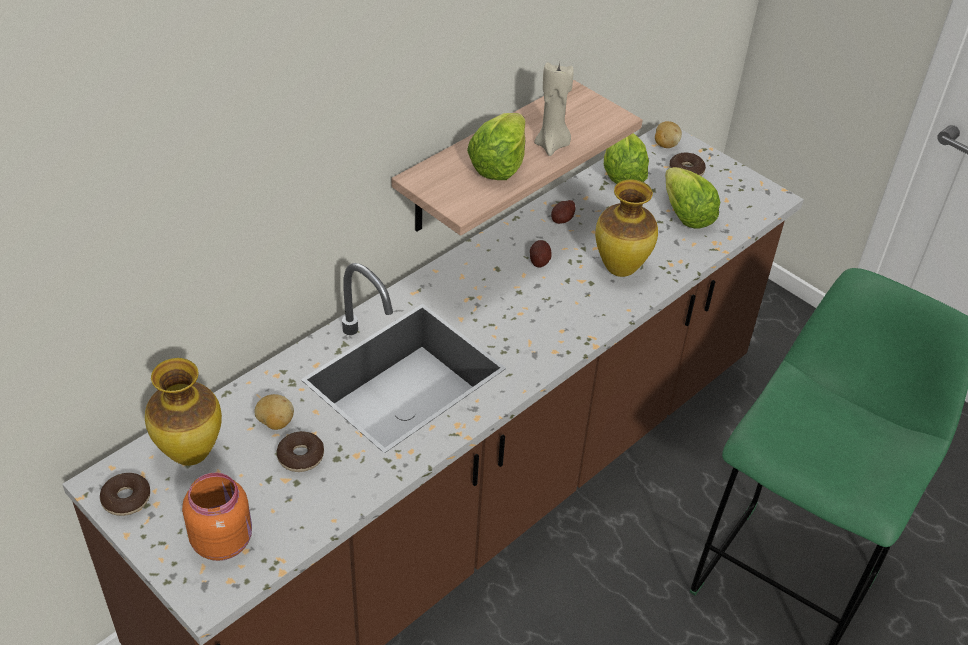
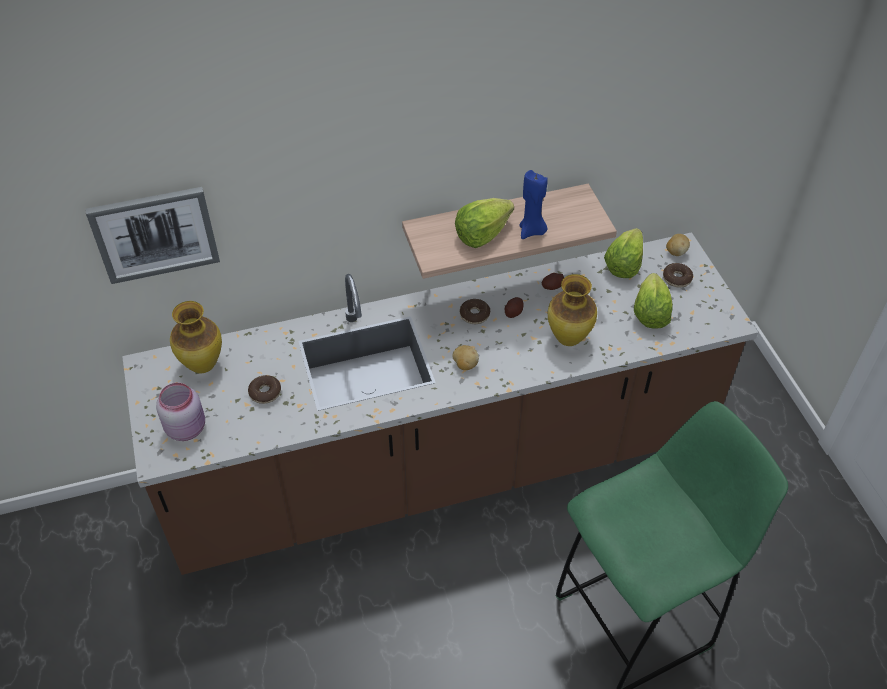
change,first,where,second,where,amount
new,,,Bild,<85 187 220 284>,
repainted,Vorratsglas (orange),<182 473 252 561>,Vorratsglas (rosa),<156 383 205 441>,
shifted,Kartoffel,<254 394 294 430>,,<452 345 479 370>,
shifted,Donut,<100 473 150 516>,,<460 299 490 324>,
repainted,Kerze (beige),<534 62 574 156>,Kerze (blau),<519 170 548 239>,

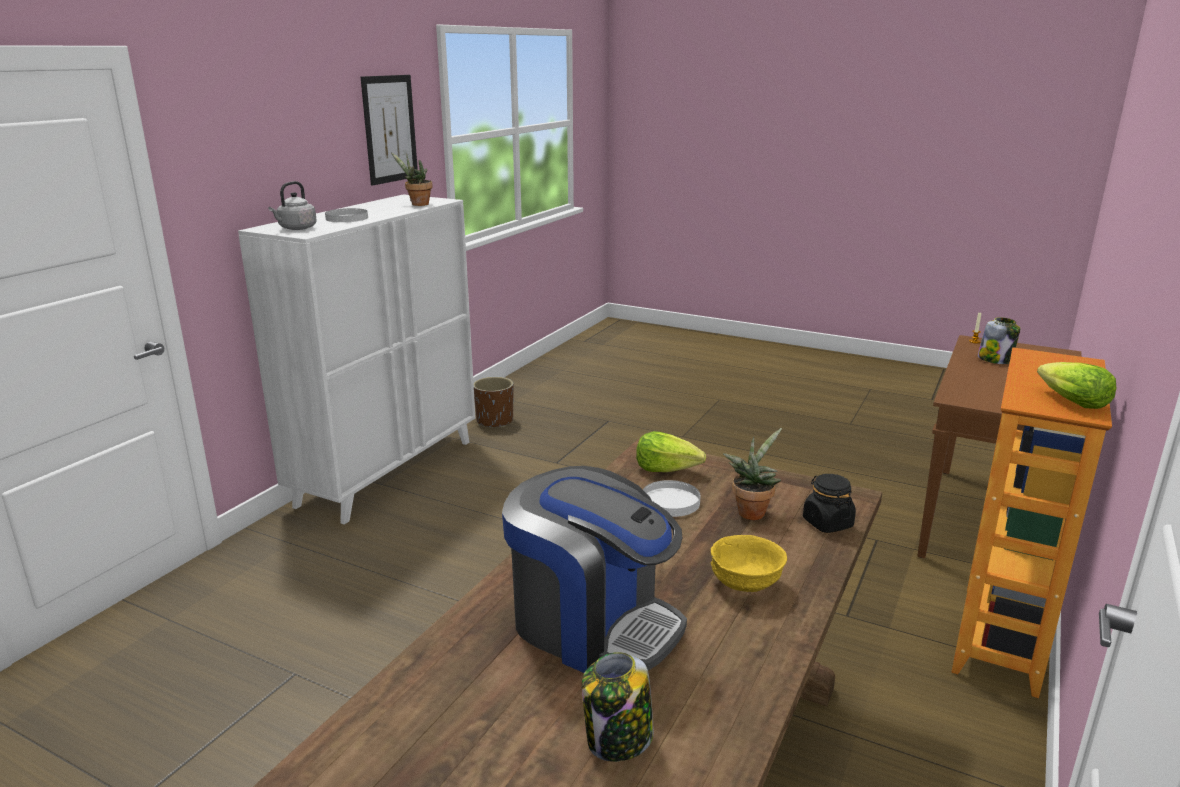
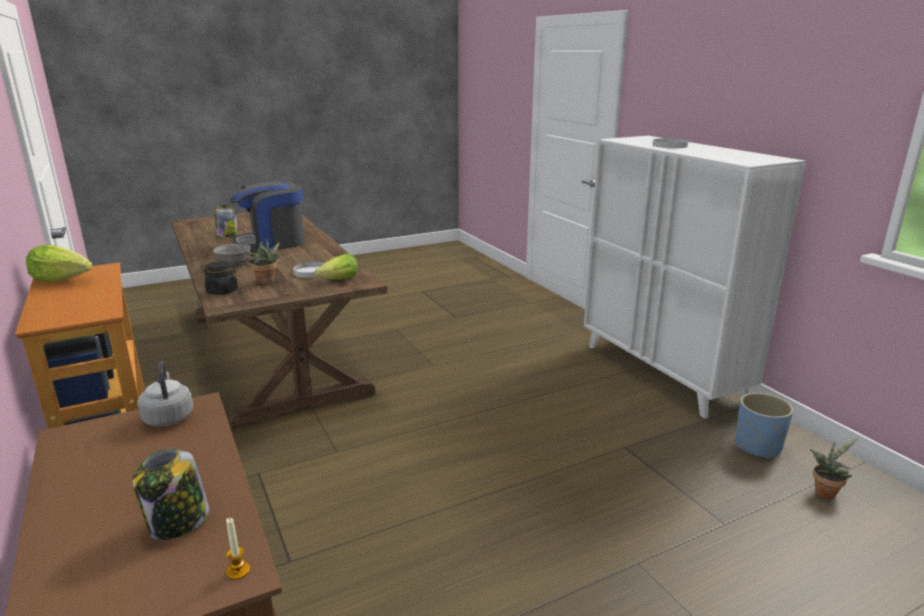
change,first,where,second,where,amount
shifted,Wasserkessel (grau),<268 181 317 230>,,<137 361 193 427>,
repainted,Schüssel (gelb),<711 535 787 592>,Schüssel (grau),<213 244 251 267>,
repainted,Pflanzkübel (braun),<474 377 513 427>,Pflanzkübel (blau),<735 393 793 459>,
shifted,Topfpflanze,<391 152 433 206>,,<809 438 858 499>,
gone,Bild,<361 75 418 186>,,,

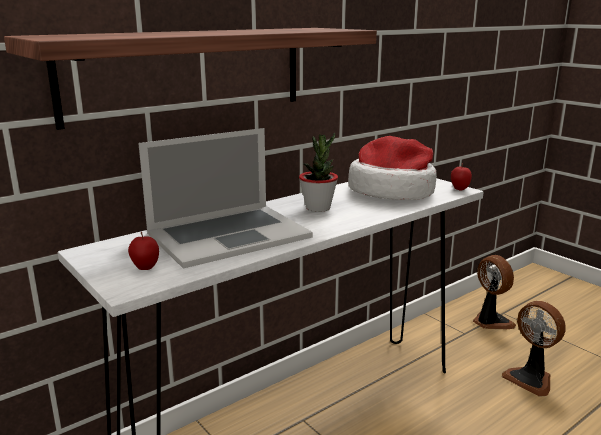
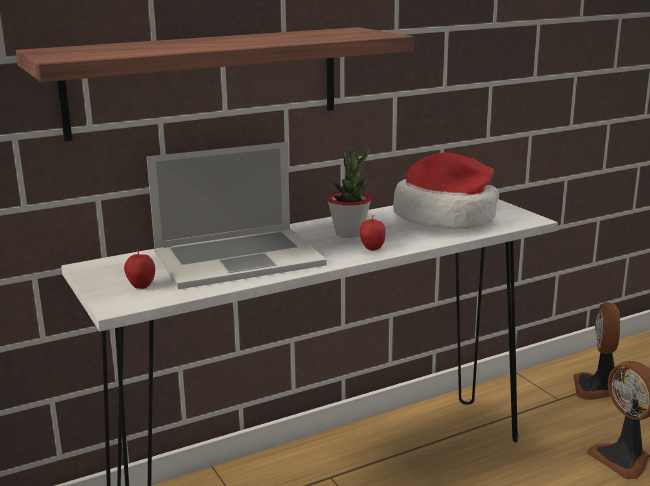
change,first,where,second,where,amount
shifted,Apfel,<451 163 472 191>,,<360 215 386 251>,
rotated,Ventilator,<473 255 516 329>,,<573 302 620 400>,150 degrees counterclockwise

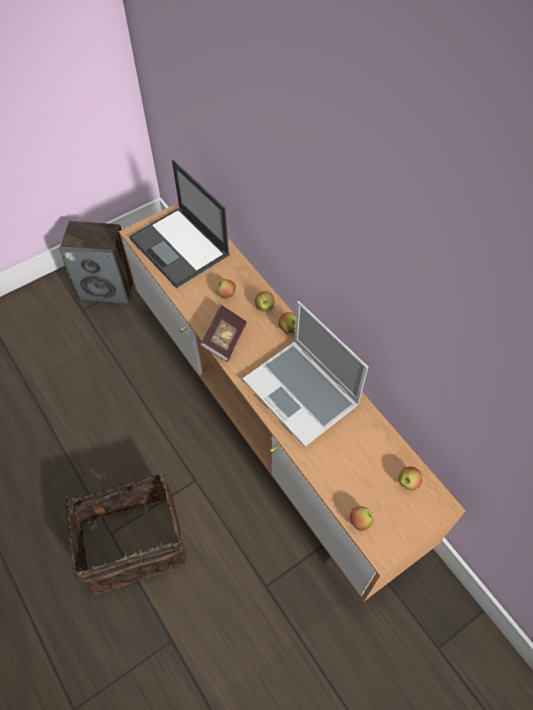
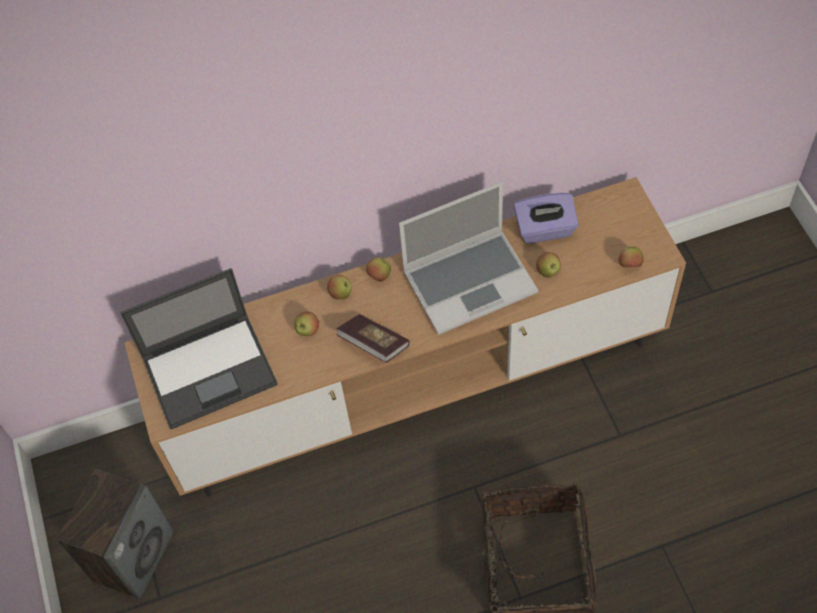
change,first,where,second,where,amount
new,,,Taschentuchbox (lila),<514 193 579 244>,
shifted,Apfel,<399 466 423 490>,,<536 252 561 278>,

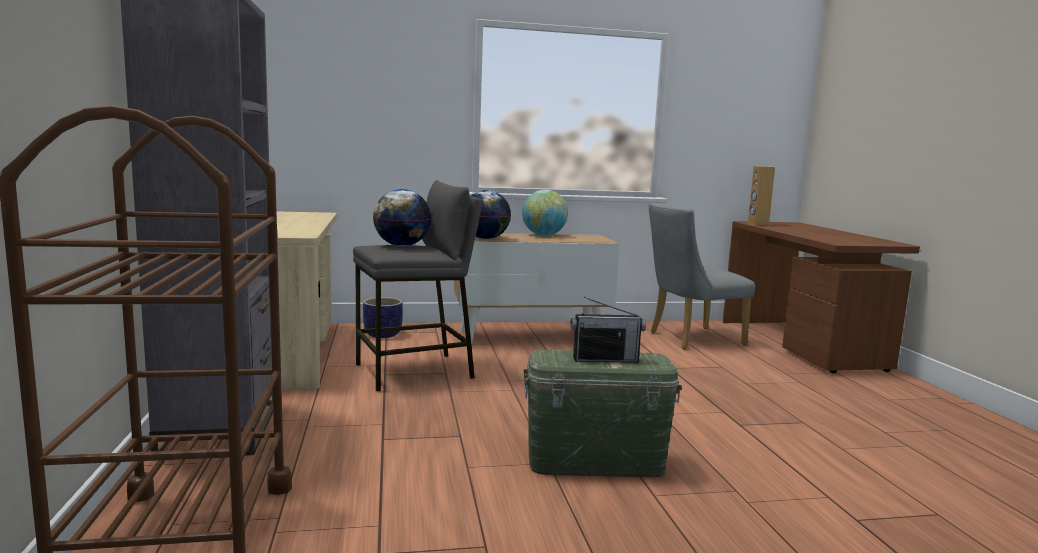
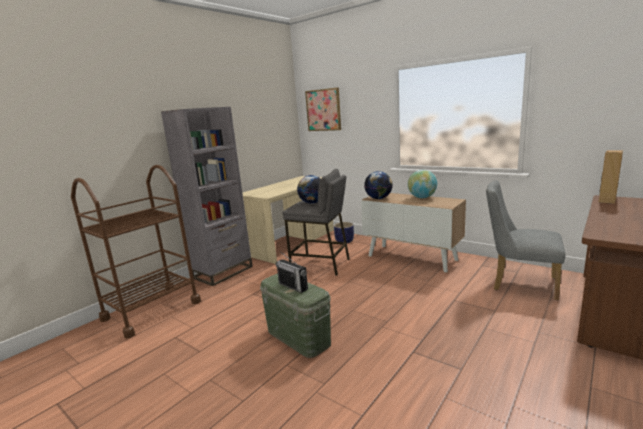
change,first,where,second,where,amount
new,,,Bild,<305 88 341 131>,

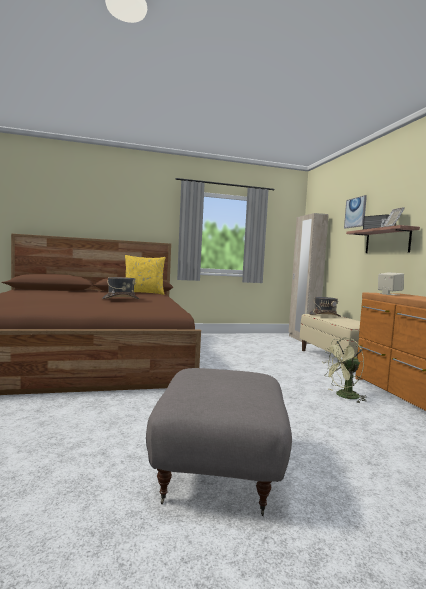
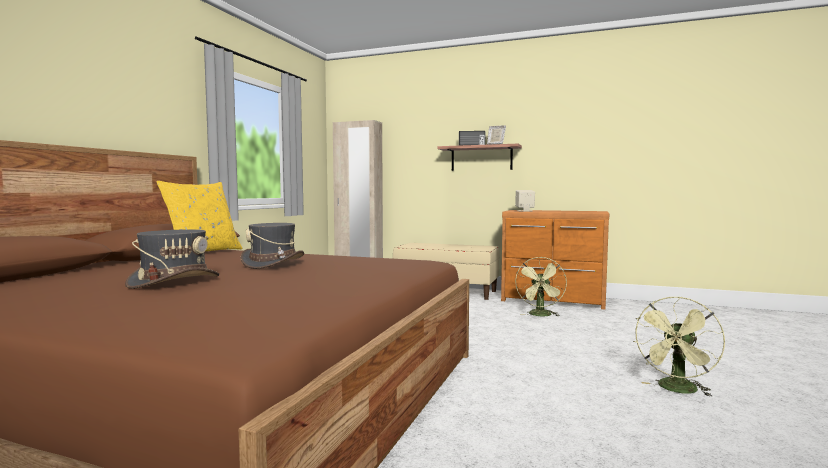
change,first,where,second,where,amount
shifted,Hut (grau),<309 297 341 317>,,<125 229 220 289>,
swapped,Polsterhocker (grau),<146 368 292 516>,Ventilator (grün),<633 297 725 397>,
gone,Bild,<344 195 367 228>,,,

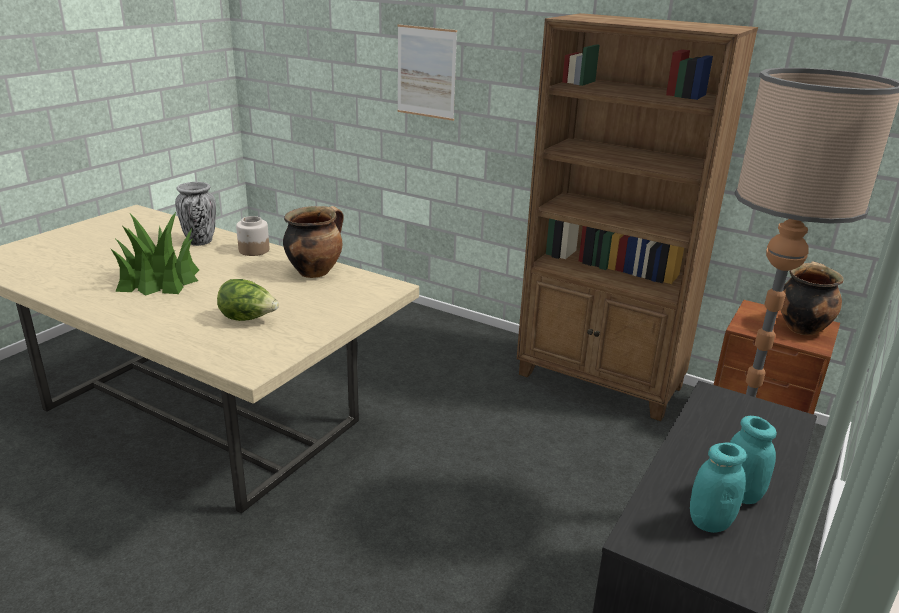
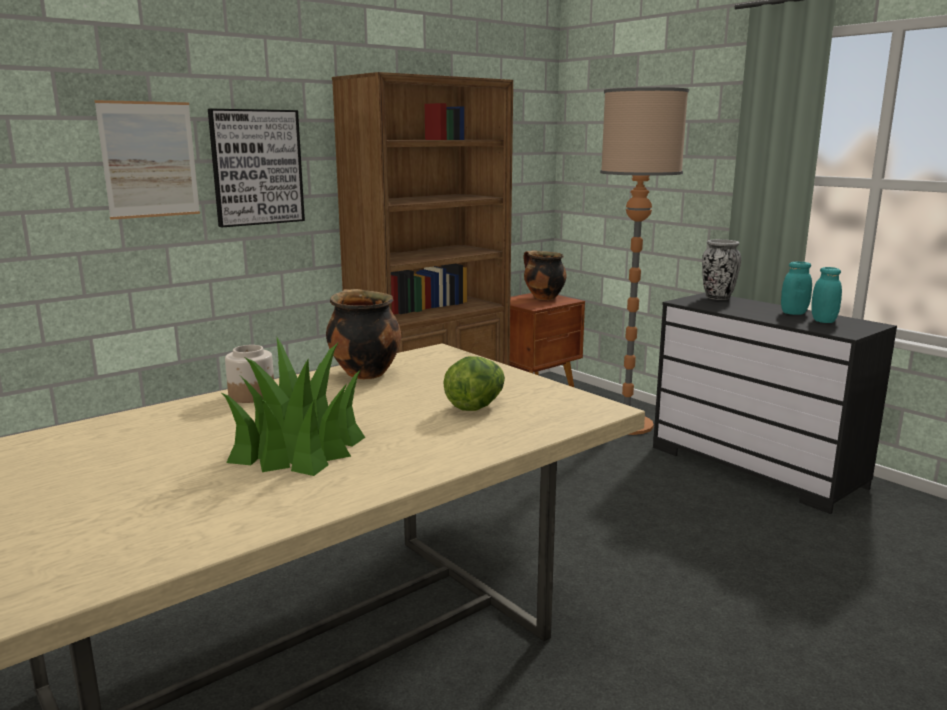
change,first,where,second,where,amount
new,,,Bild,<208 109 305 227>,
shifted,Vase,<175 182 216 246>,,<702 239 741 300>,

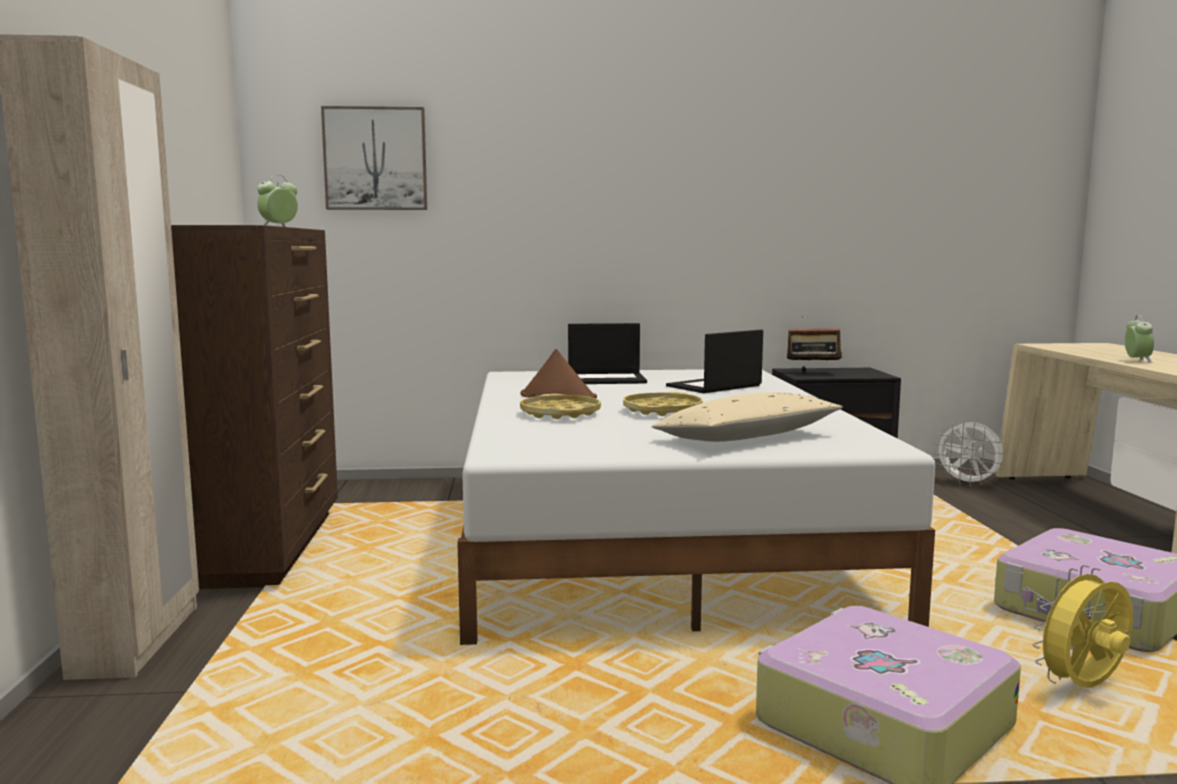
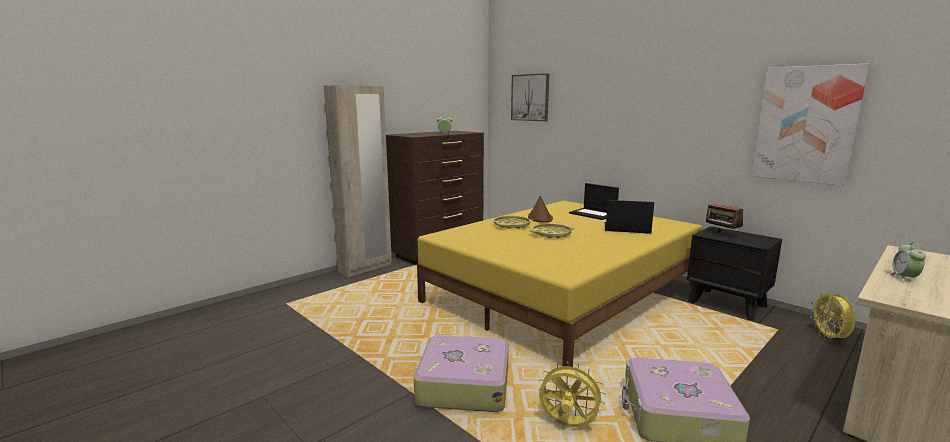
change,first,where,second,where,amount
repainted,Bett (weiß),<457 369 935 645>,Bett (gelb),<417 201 702 367>,
new,,,Bild,<752 64 869 186>,
repainted,Ventilator (weiß),<934 420 1004 486>,Ventilator (gelb),<810 291 855 341>,
rotated,Wecker,<1125 315 1154 363>,,<889 242 926 283>,135 degrees clockwise
gone,Kissen (beige),<651 392 843 442>,,,

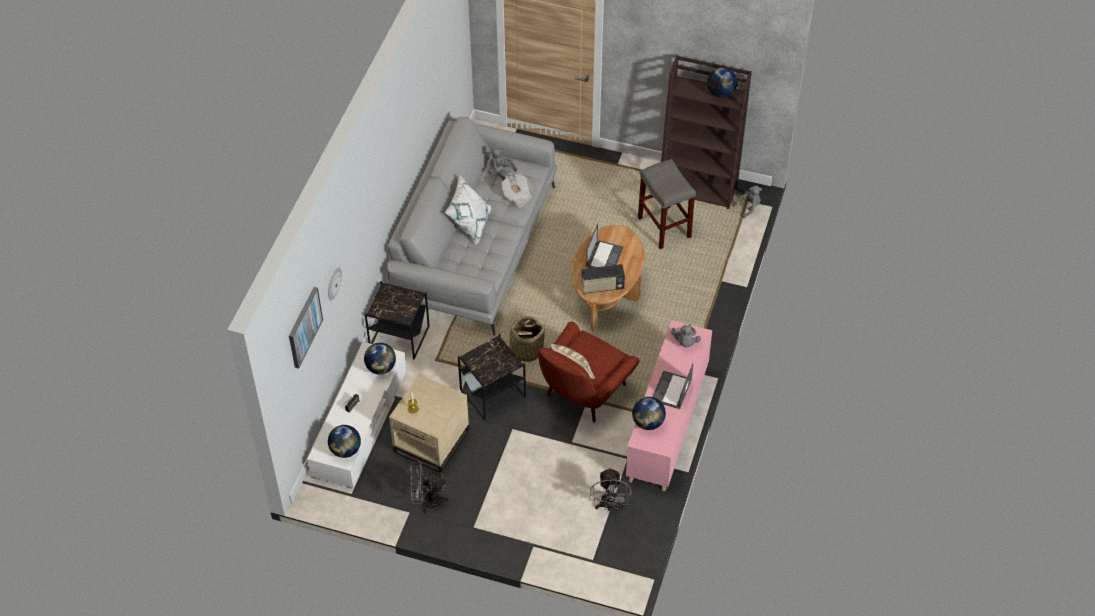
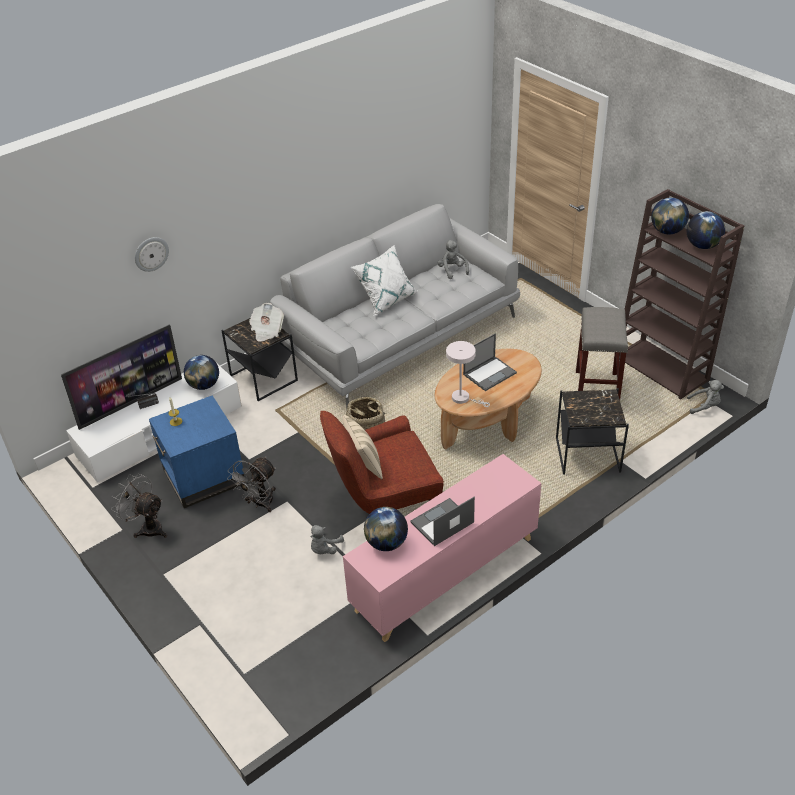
change,first,where,second,where,amount
new,,,Fernseher,<61 324 182 430>,
repainted,Beistelltisch (beige),<389 374 469 473>,Beistelltisch (blau),<149 395 245 508>,
shifted,Ventilator (grau),<590 467 631 511>,,<227 457 276 512>,
shifted,Zeitung,<502 173 533 208>,,<249 303 284 342>,
shifted,Plüschtier (grau),<671 324 701 347>,,<311 525 344 554>,
swapped,Radio,<582 264 625 294>,Tischlampe (weiß),<446 341 490 407>,
shifted,Beistelltisch (schwarz),<458 334 526 420>,,<556 388 629 475>,
shifted,Globus,<328 425 361 458>,,<651 197 689 235>,
gone,Bild,<289 287 323 369>,,,

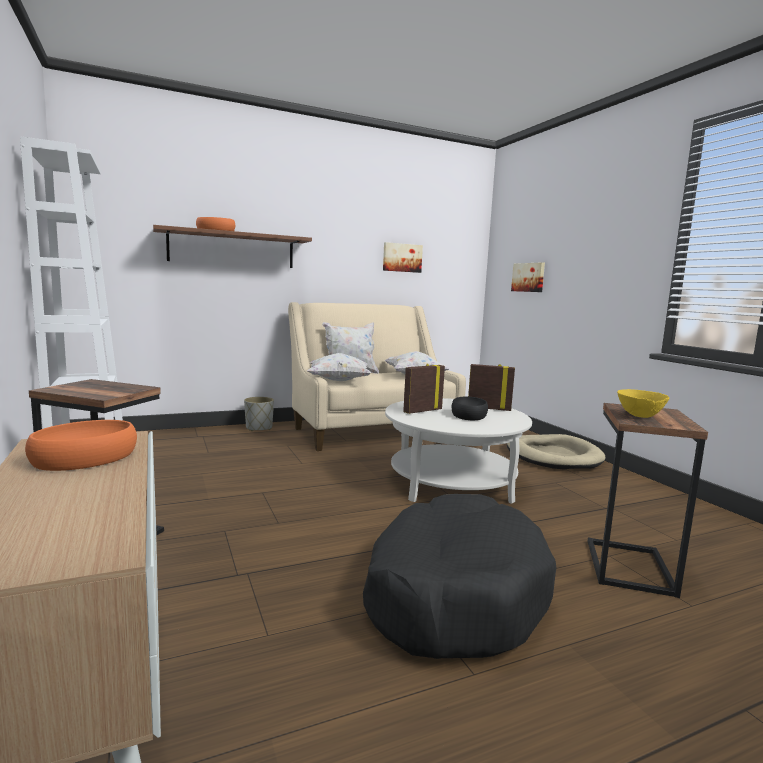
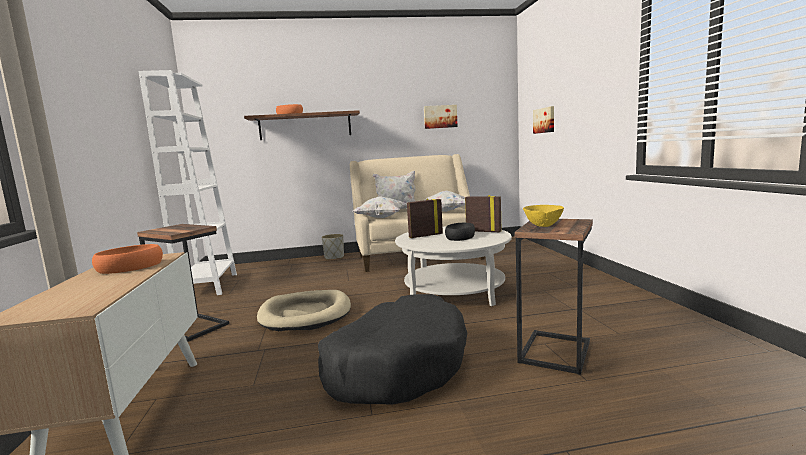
change,first,where,second,where,amount
shifted,Hundebett (beige),<507 434 606 470>,,<257 290 351 331>,

